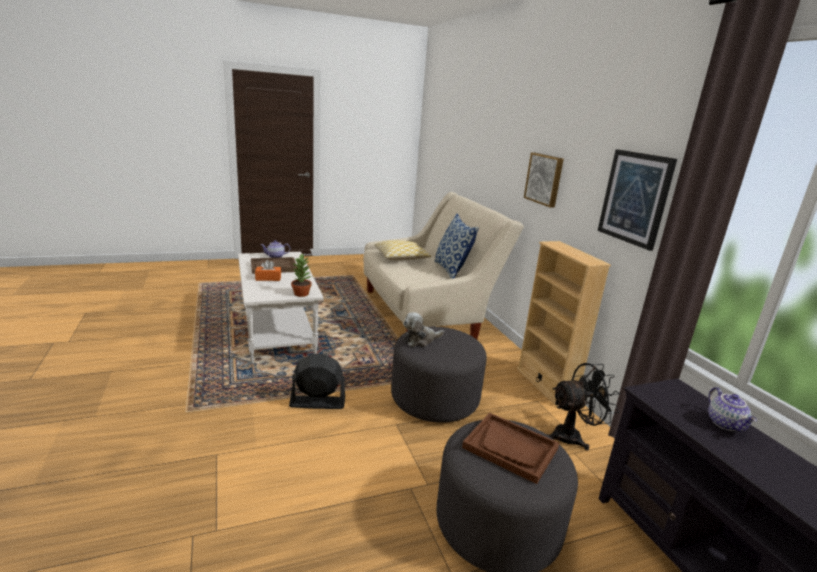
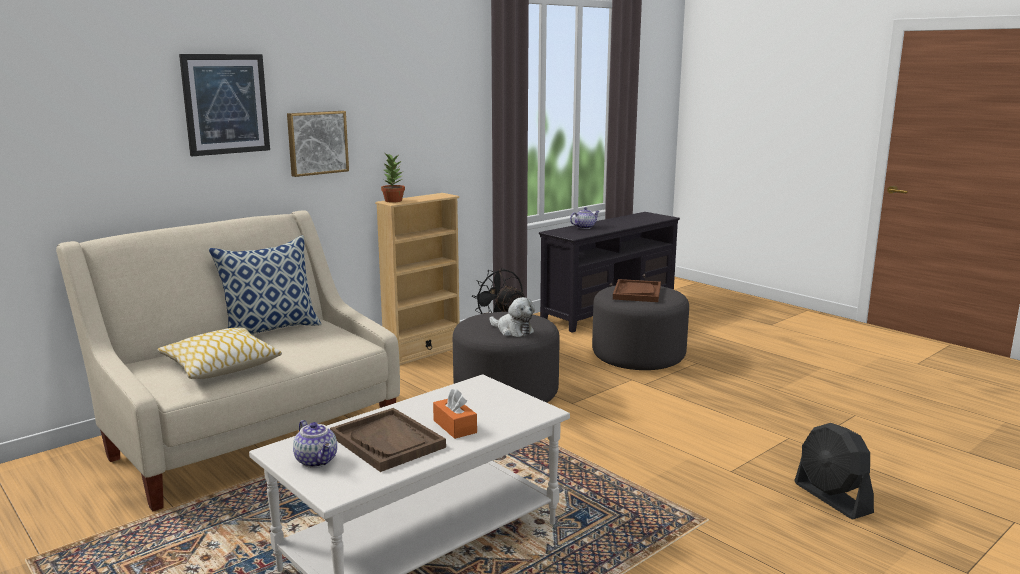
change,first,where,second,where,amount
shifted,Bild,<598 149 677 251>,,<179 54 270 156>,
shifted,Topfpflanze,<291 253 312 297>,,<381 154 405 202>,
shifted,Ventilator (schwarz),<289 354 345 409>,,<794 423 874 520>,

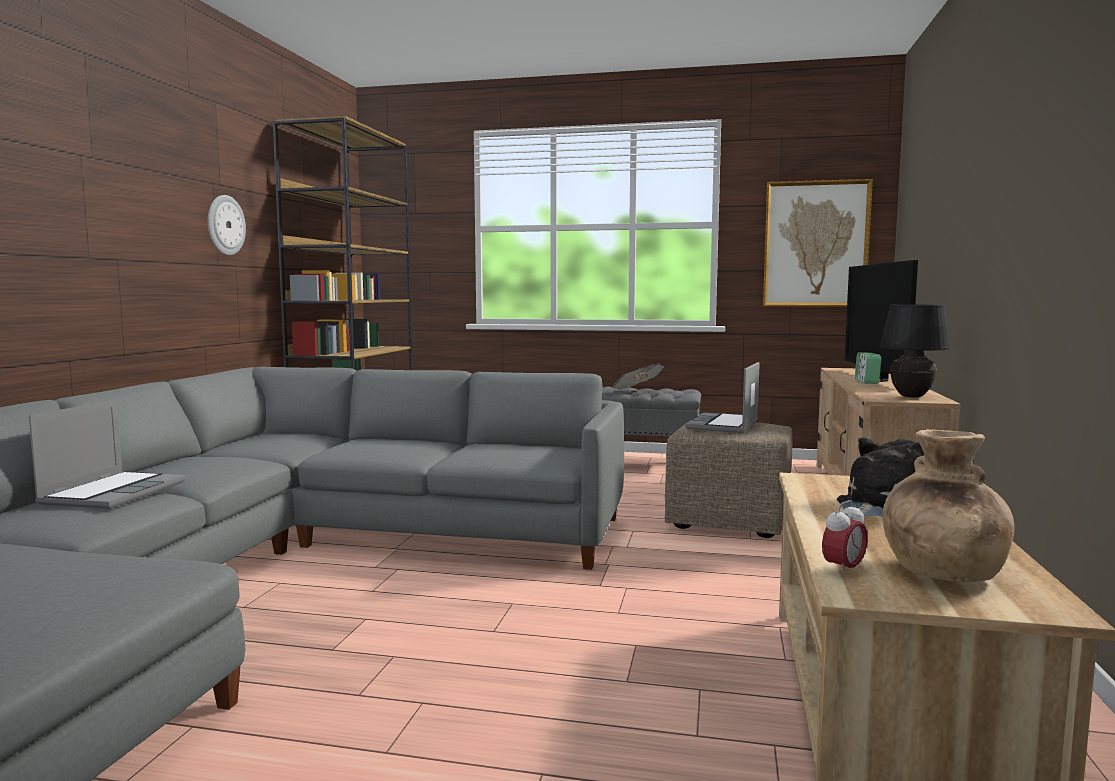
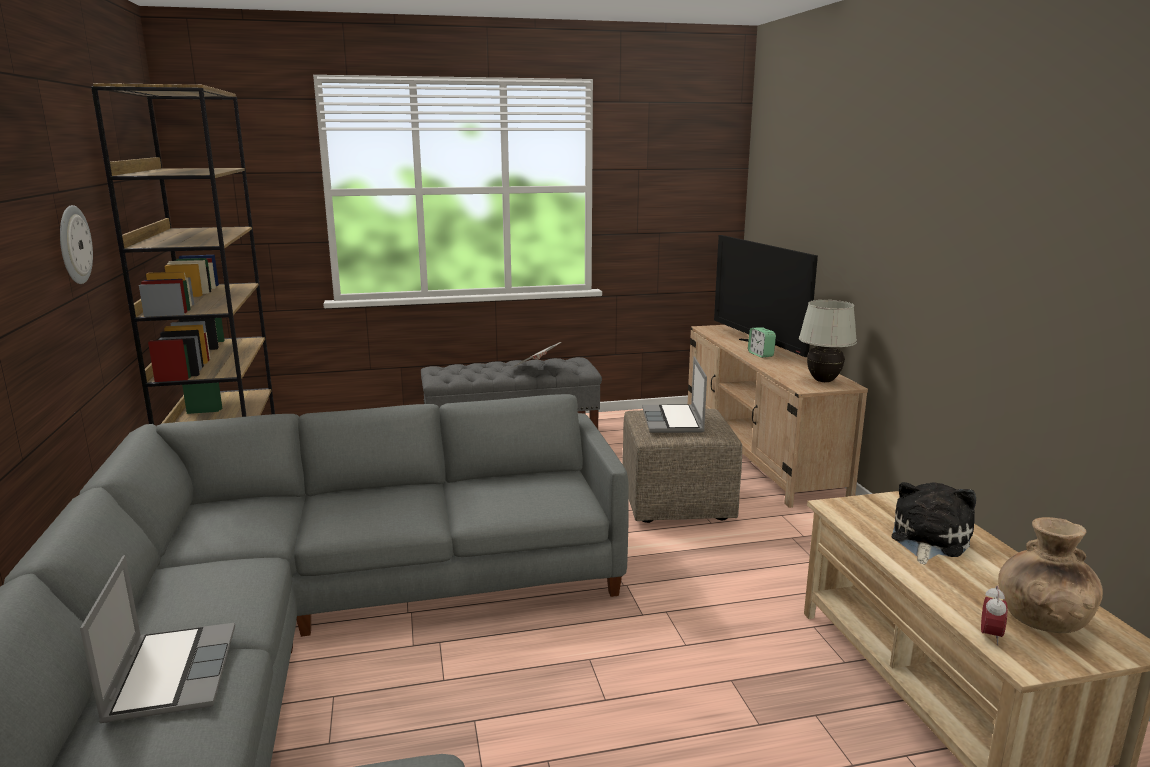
change,first,where,second,where,amount
repainted,Tischlampe (schwarz),<879 305 951 397>,Tischlampe (weiß),<799 300 857 382>,
gone,Bild,<763 179 873 307>,,,

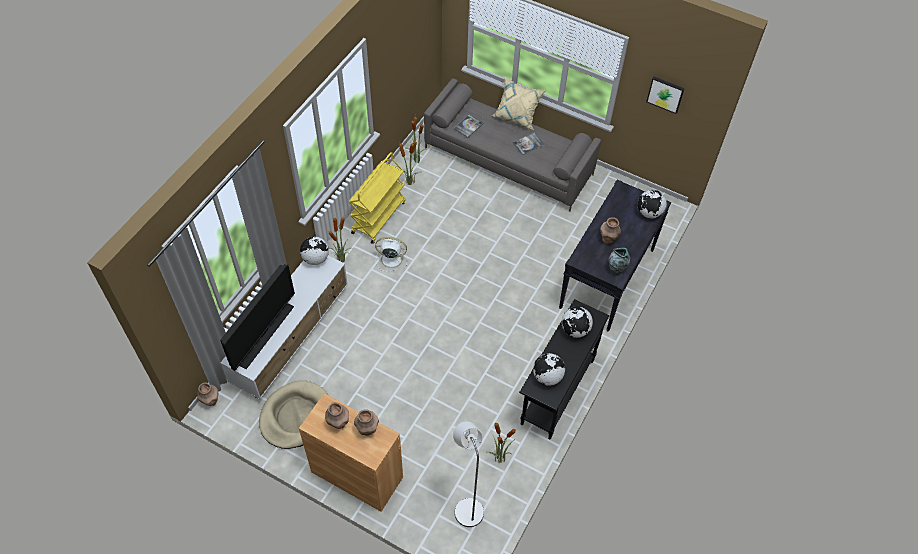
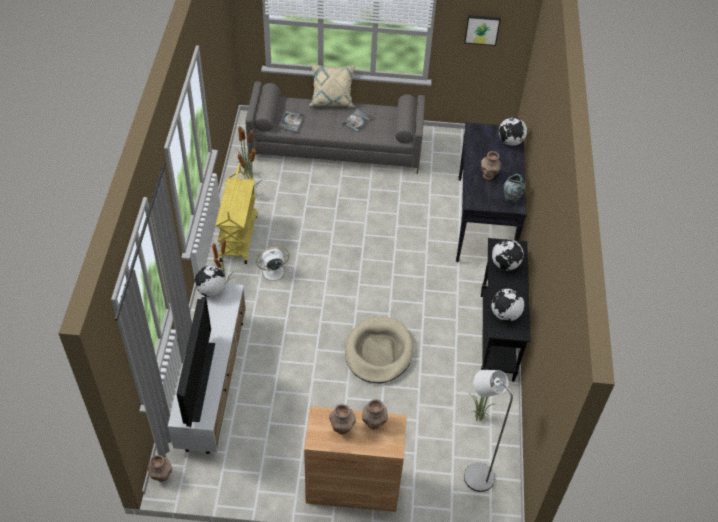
change,first,where,second,where,amount
shifted,Hundebett (beige),<259 380 328 449>,,<345 317 414 383>,

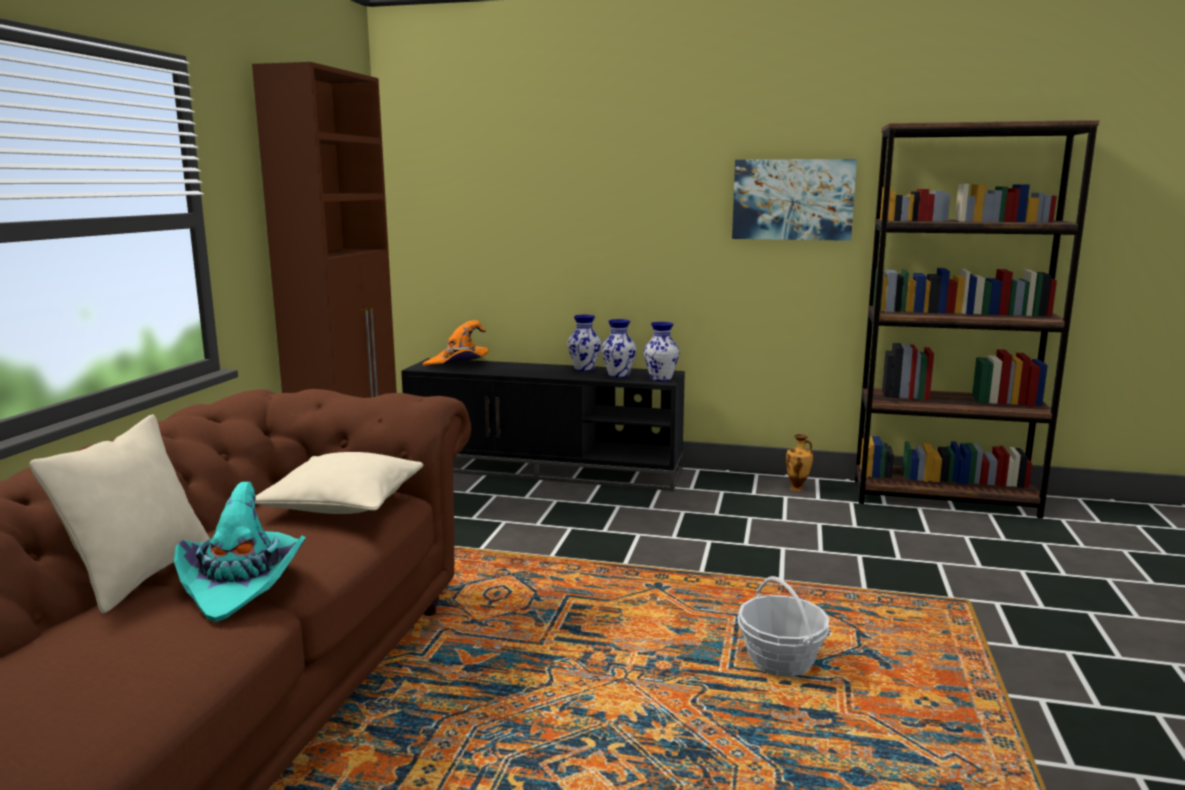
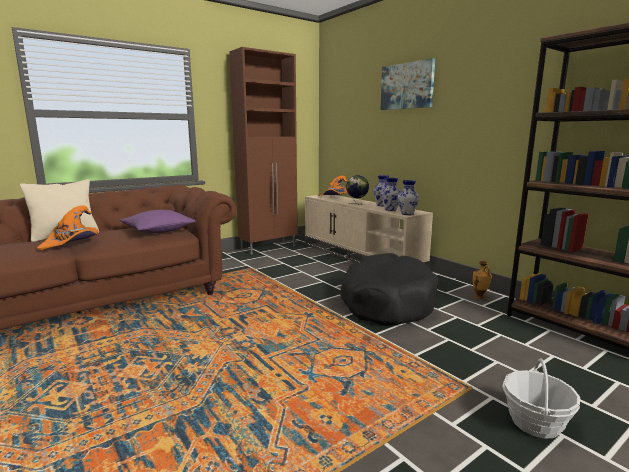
change,first,where,second,where,amount
repainted,Hut (türkis),<174 482 306 622>,Hut (orange),<37 205 98 250>,
repainted,Kissen (beige),<255 452 424 514>,Kissen (lila),<120 210 196 233>,
repainted,Fernsehschrank (schwarz),<401 358 685 491>,Fernsehschrank (beige),<305 195 433 267>,
new,,,Hundebett (schwarz),<340 253 438 326>,
new,,,Globus,<346 175 369 205>,
shifted,Bild,<732 159 857 241>,,<381 58 435 110>,
shifted,Korb,<738 576 830 677>,,<502 358 580 439>,

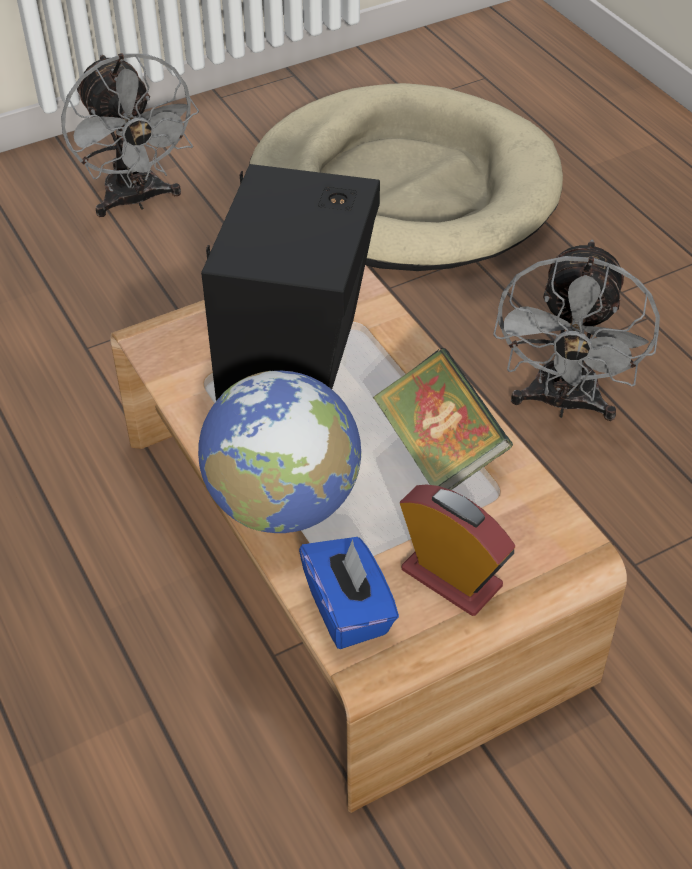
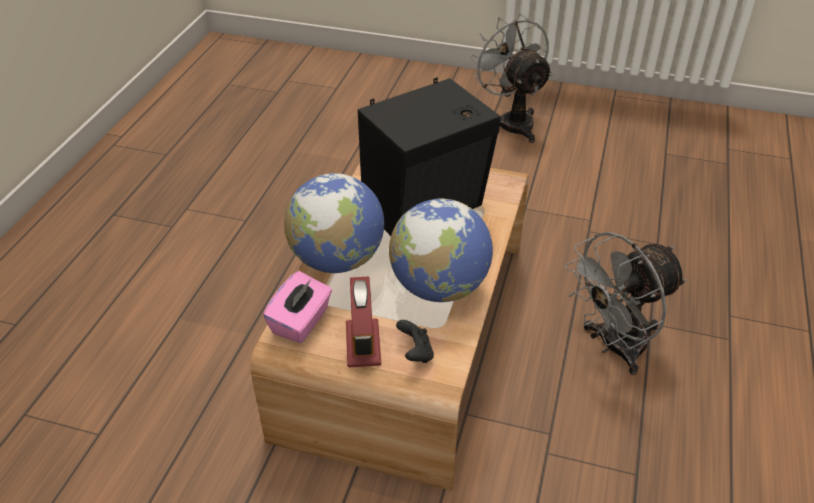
change,first,where,second,where,amount
repainted,Taschentuchbox (blau),<299 537 399 649>,Taschentuchbox (rosa),<263 271 332 343>,
swapped,Buch,<373 348 513 490>,Globus,<389 199 493 302>,
new,,,Gamepad (schwarz),<396 320 434 363>,
rotated,Ventilator (grau),<61 53 199 217>,,<470 14 553 143>,135 degrees clockwise
gone,Hundebett (beige),<249 83 563 271>,,,

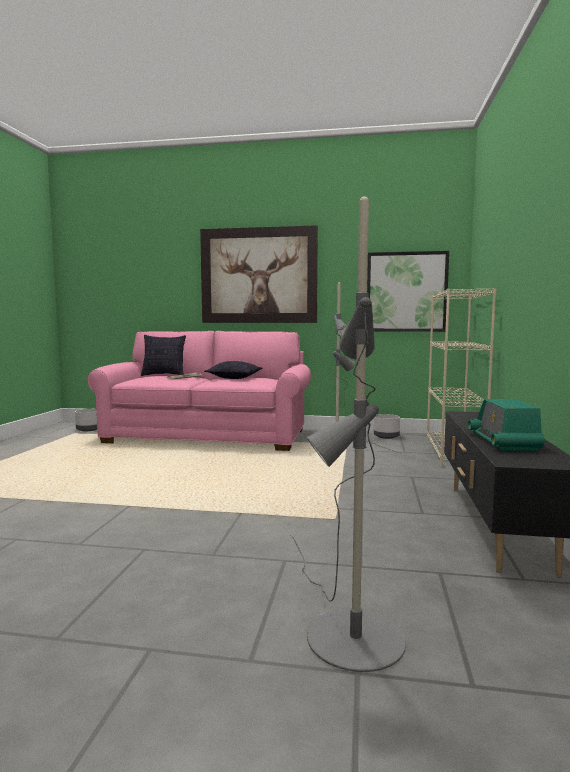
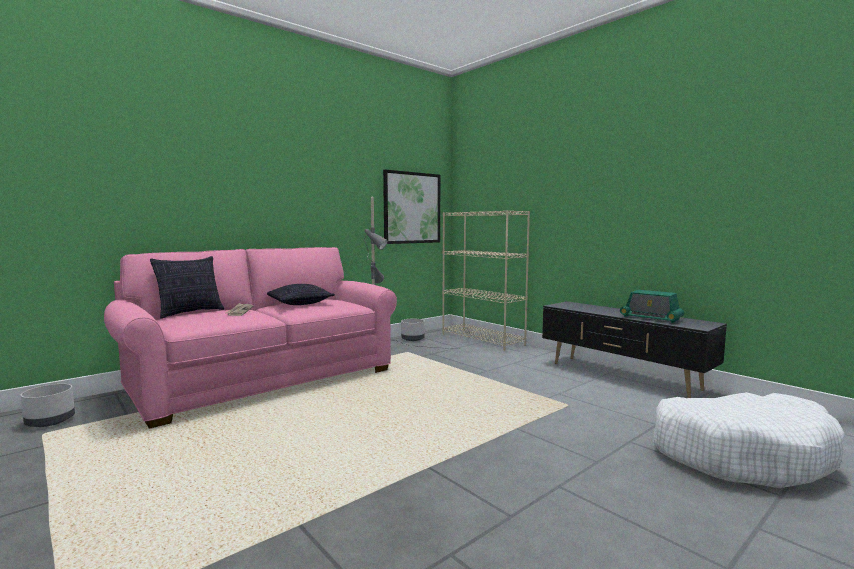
change,first,where,second,where,amount
swapped,Stehlampe (grau),<290 196 406 672>,Hundebett (weiß),<653 392 845 488>,
gone,Bild,<200 225 318 323>,,,

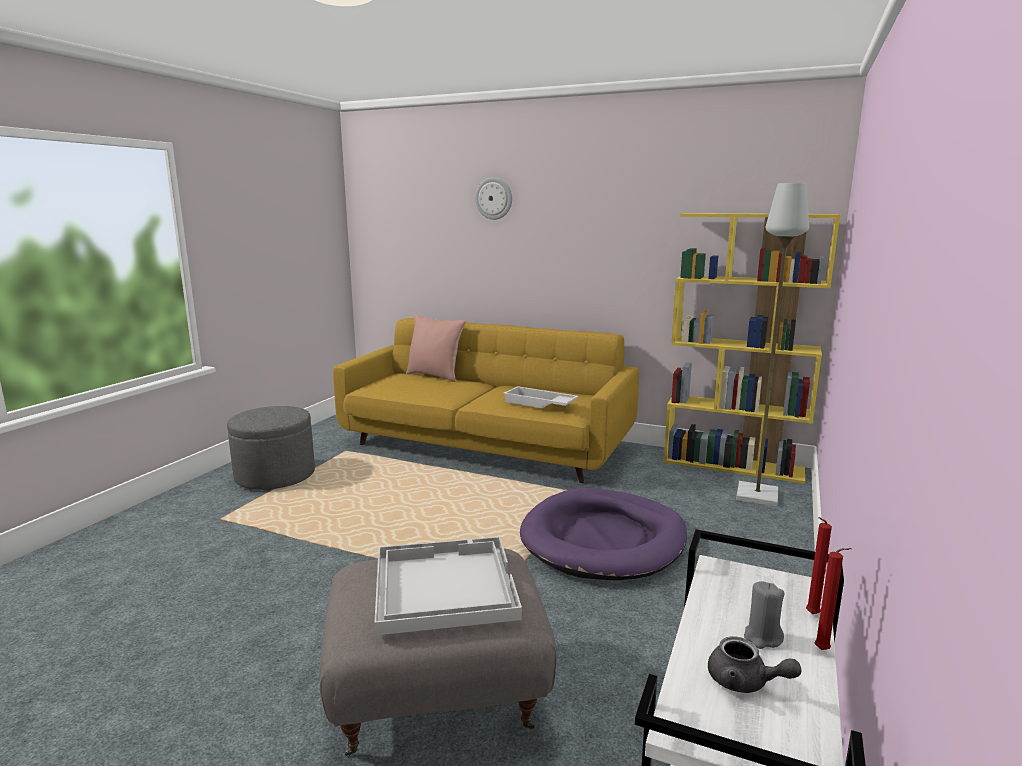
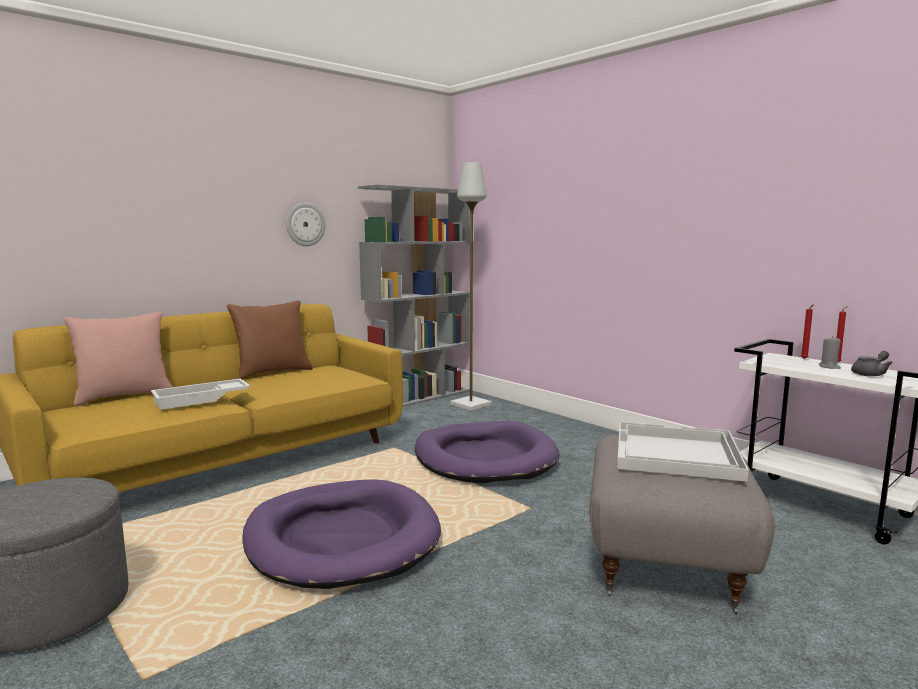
change,first,where,second,where,amount
shifted,Tablett (weiß),<503 386 579 408>,,<151 379 250 410>,
new,,,Kissen (braun),<227 301 313 379>,
new,,,Hundebett (lila),<242 479 441 589>,
shifted,Wanduhr,<475 177 512 220>,,<286 203 325 246>,
repainted,Bücherregal (gelb),<663 213 840 484>,Bücherregal (grau),<358 185 470 407>,

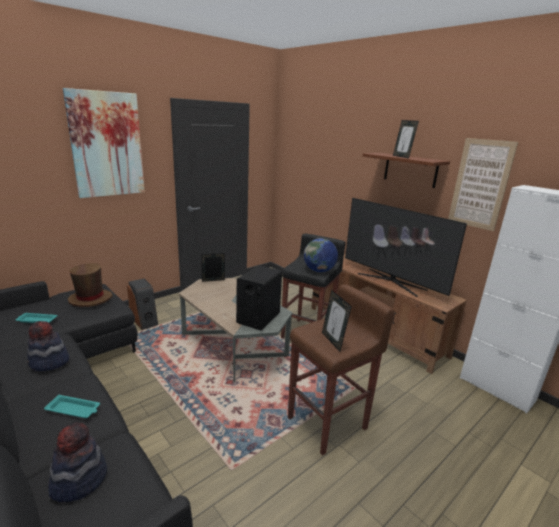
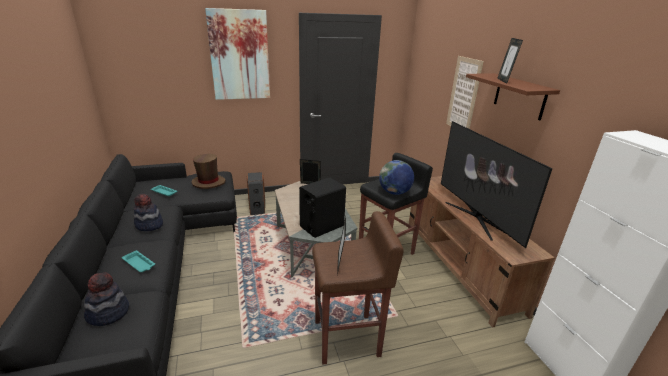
change,first,where,second,where,amount
shifted,Bild,<448 138 518 231>,,<446 56 484 129>,

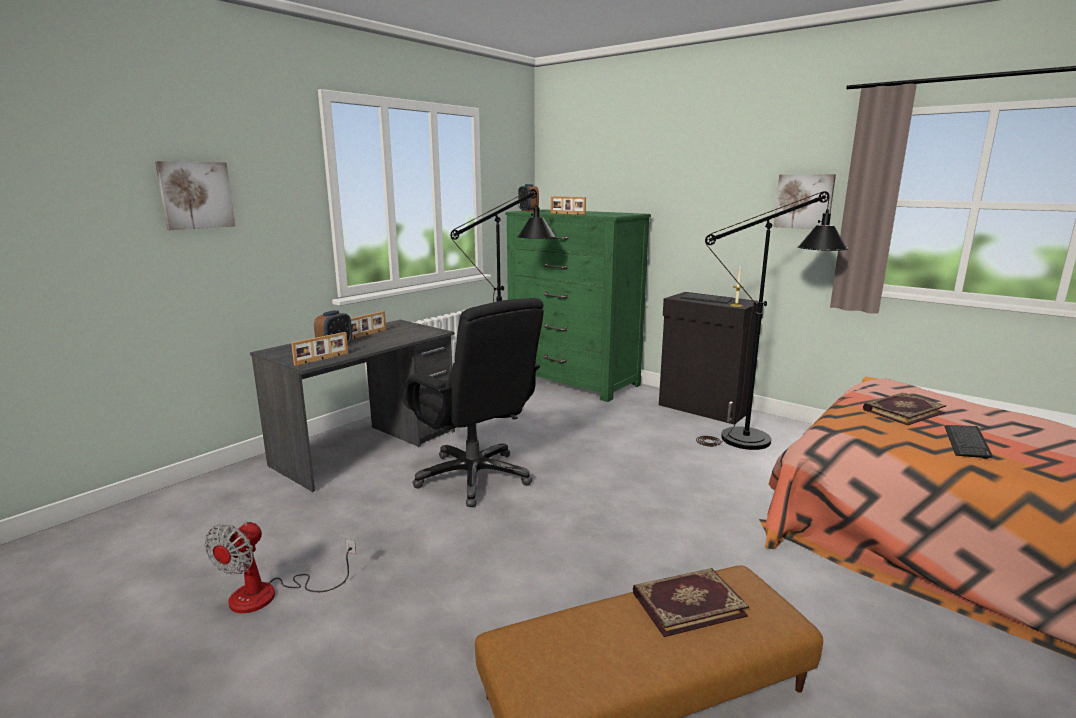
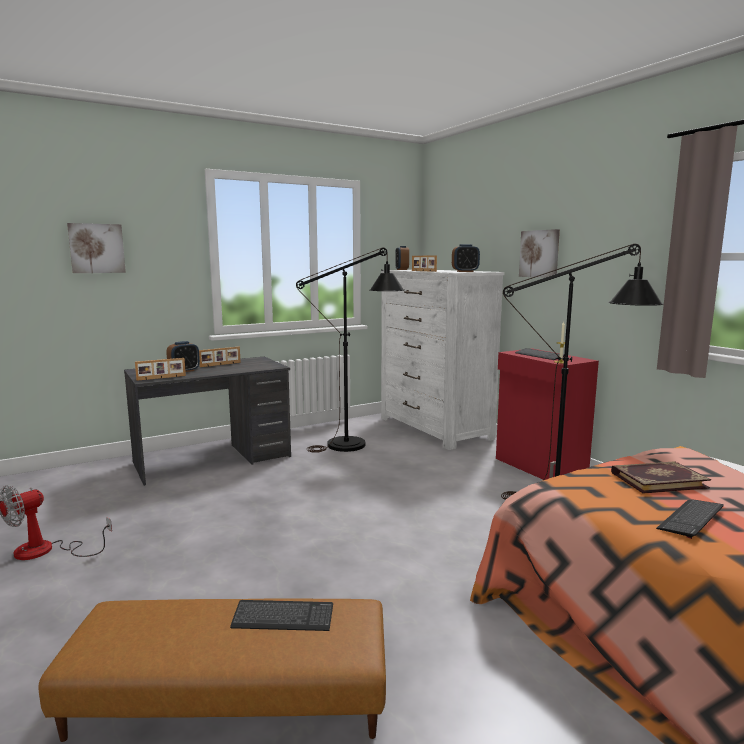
change,first,where,second,where,amount
swapped,Buch,<633 568 749 637>,Tastatur,<230 600 333 631>,
repainted,Kommode (grün),<505 209 651 402>,Kommode (weiß),<381 270 504 450>,
new,,,Wecker,<452 244 480 272>,
repainted,Schrank (schwarz),<659 292 763 424>,Schrank (rot),<496 348 599 480>,
shifted,Bild,<773 174 836 229>,,<519 229 560 278>,
gone,Bürostuhl (schwarz),<402 298 544 507>,,,

